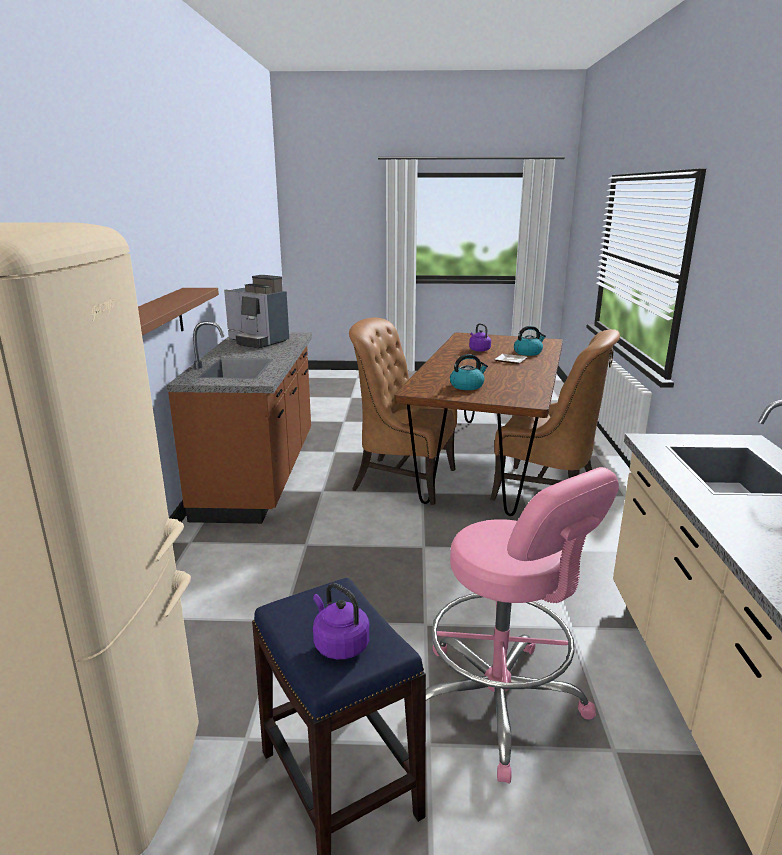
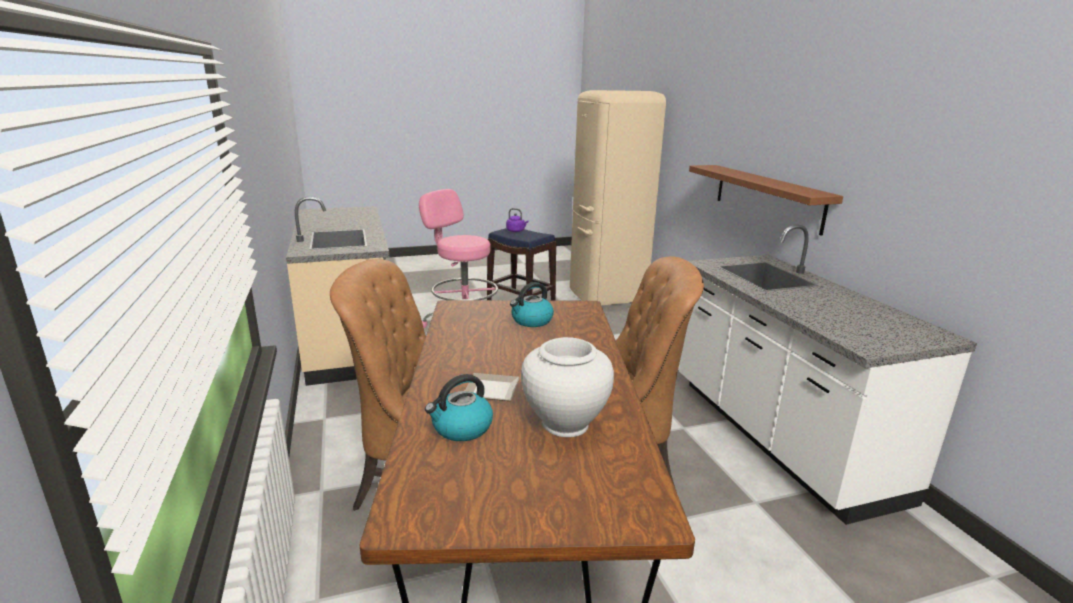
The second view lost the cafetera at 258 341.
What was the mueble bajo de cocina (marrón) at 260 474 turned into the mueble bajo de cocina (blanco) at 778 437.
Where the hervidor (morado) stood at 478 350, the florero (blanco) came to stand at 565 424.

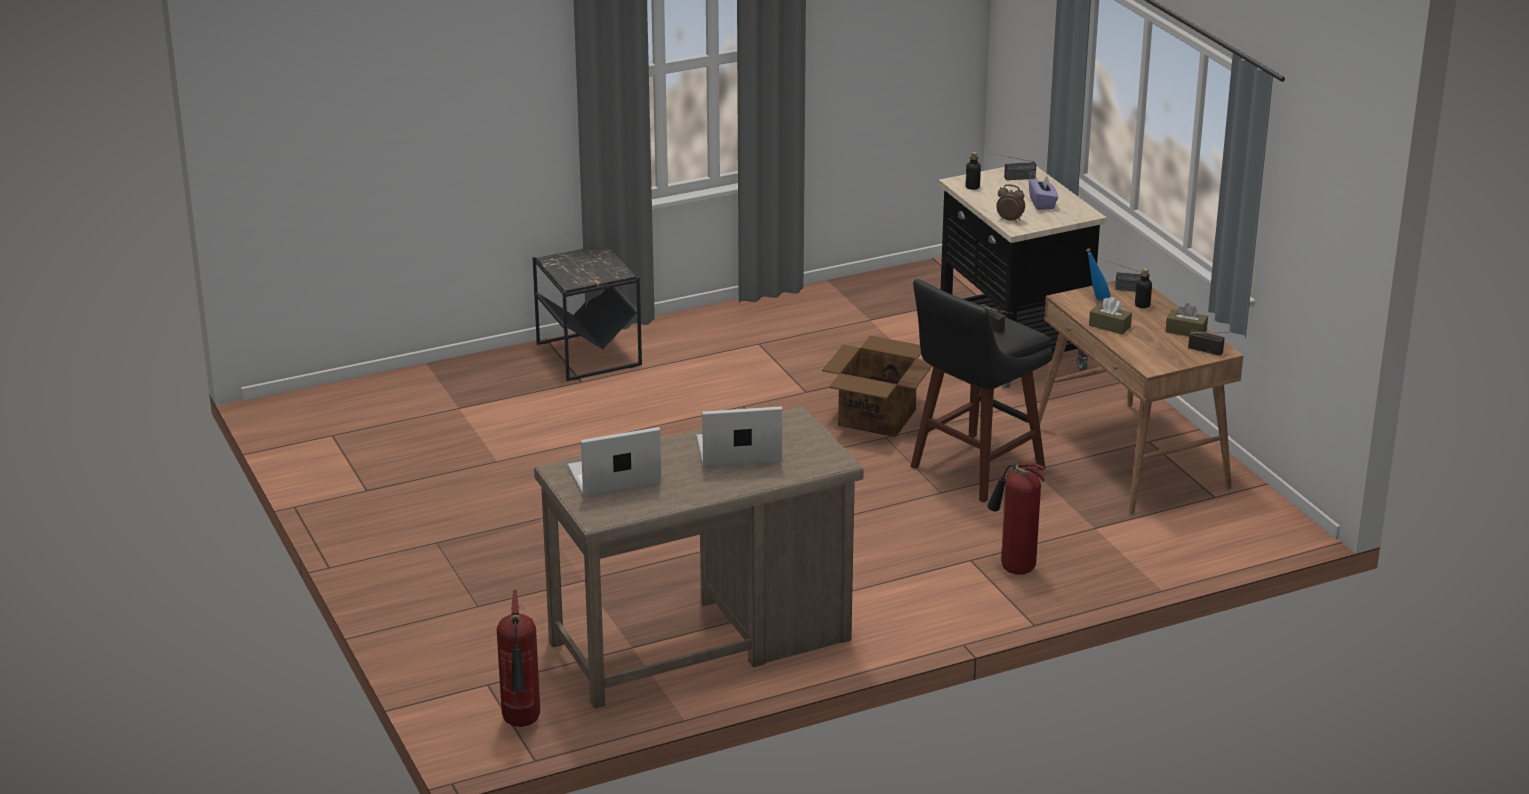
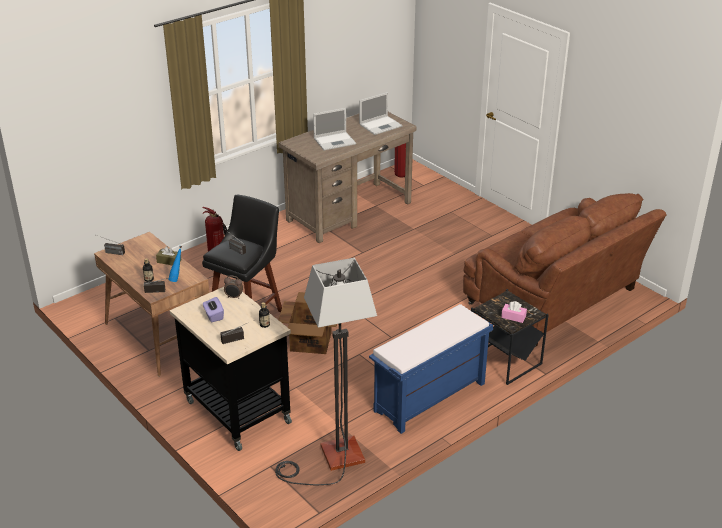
The second view lost the caja de pañuelos (marrón) at 1186 331.
The second view gained the sofá (marrón) at 556 300.
The second view gained the lámpara de pie at 331 460.
The second view gained the caja de pañuelos (rosa) at 513 317.
The second view gained the banco (azul) at 429 398.

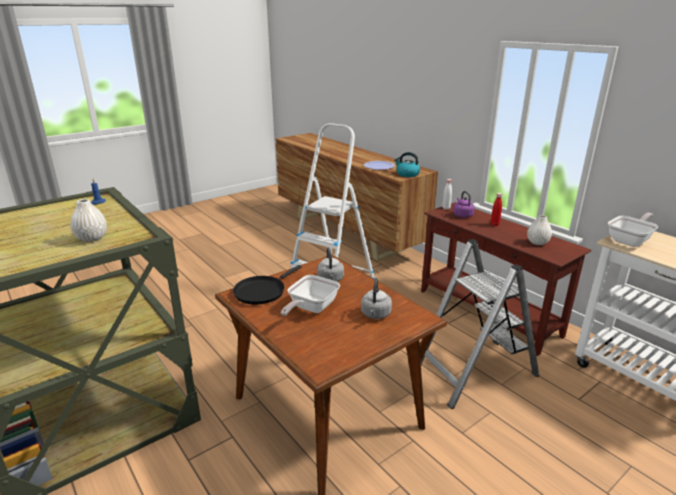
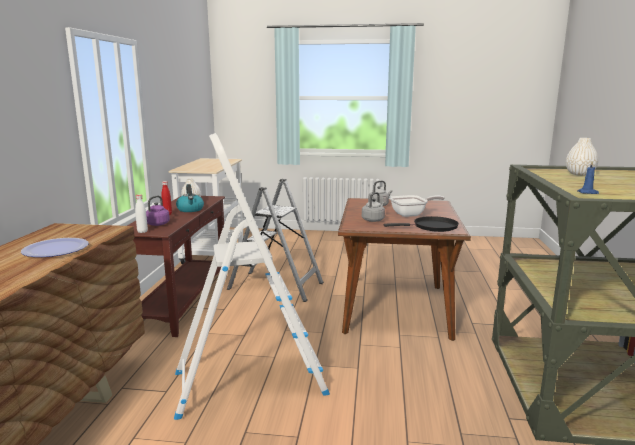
The hervidor ended up elsewhere, having gone from 407 174 to 190 209.
The second view lost the sartén at 630 241.

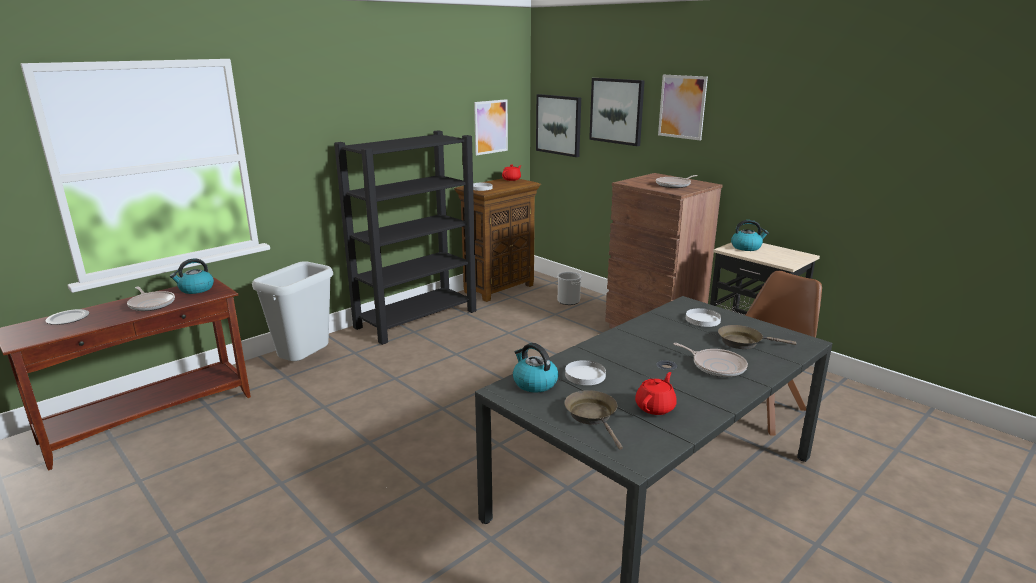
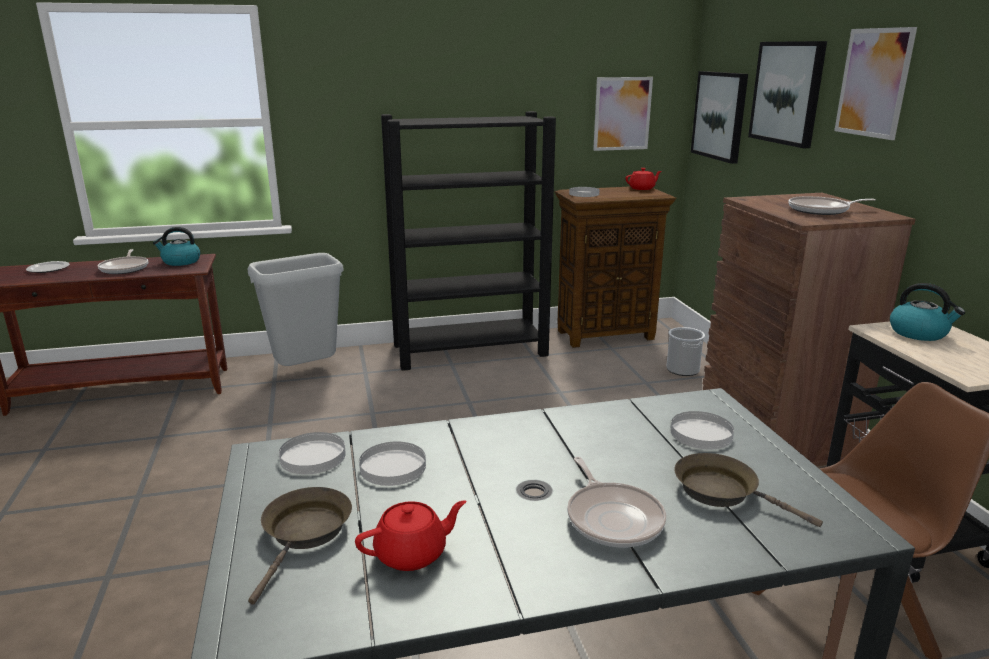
Where the hervidor stood at 534 383, the plato (blanco) came to stand at 312 457.

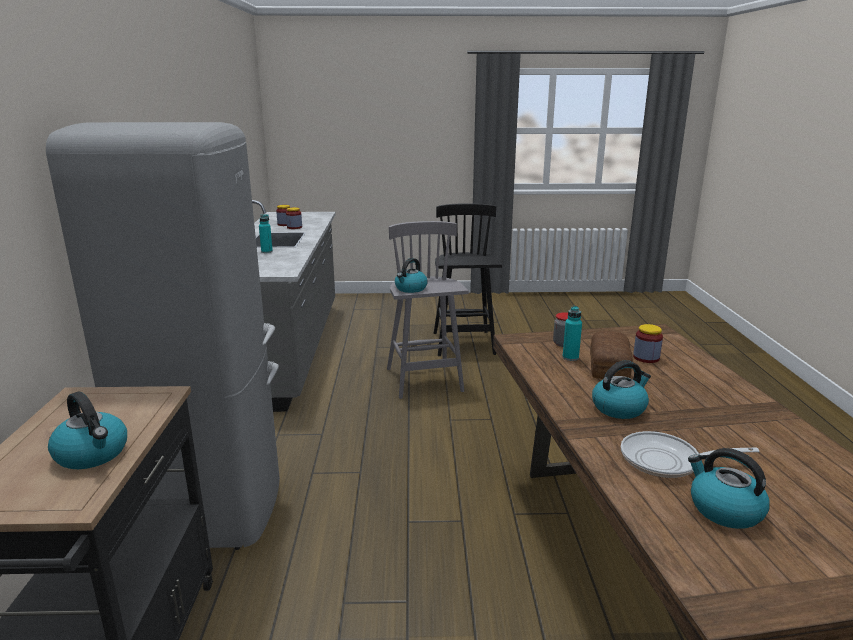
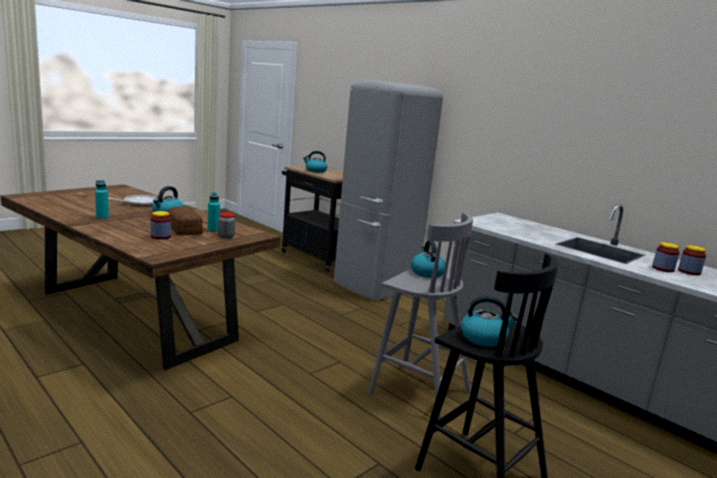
The botella (turquesa) ended up elsewhere, having gone from 267 251 to 102 218.
The hervidor ended up elsewhere, having gone from 724 509 to 483 338.

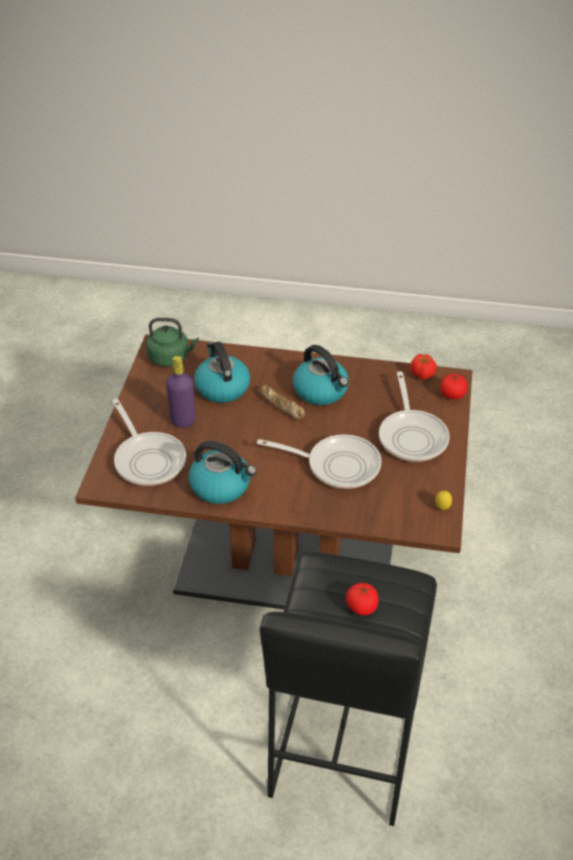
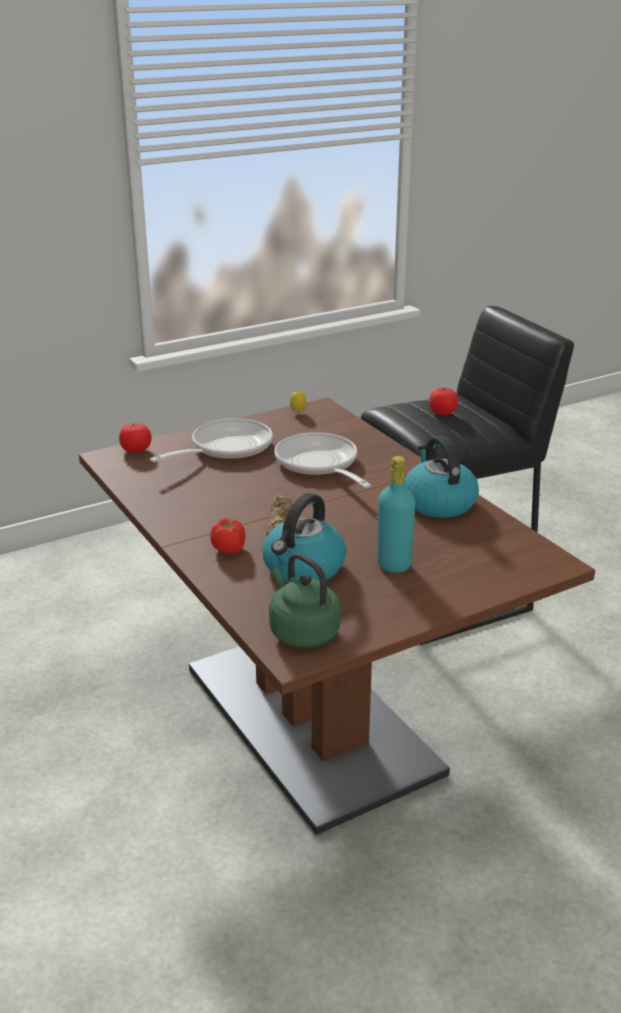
The second view lost the hervidor at 321 391.
The tomate ended up elsewhere, having gone from 422 375 to 229 549.
What was the botella (morado) at 183 421 turned into the botella (turquesa) at 393 565.
The second view lost the sartén at 148 459.

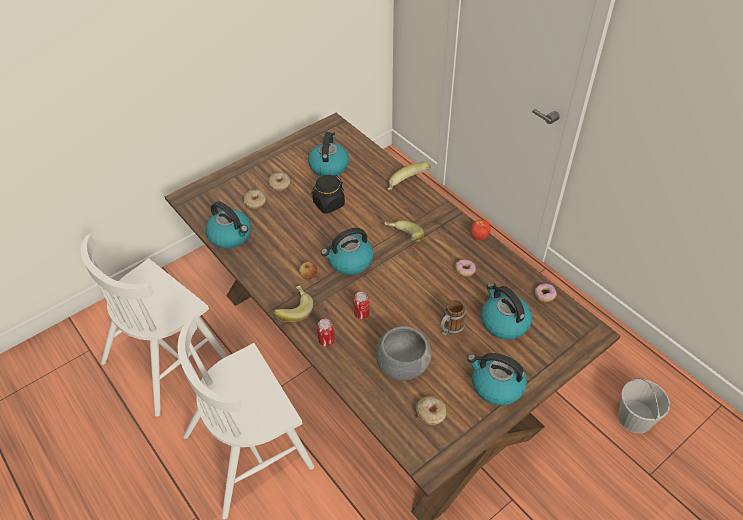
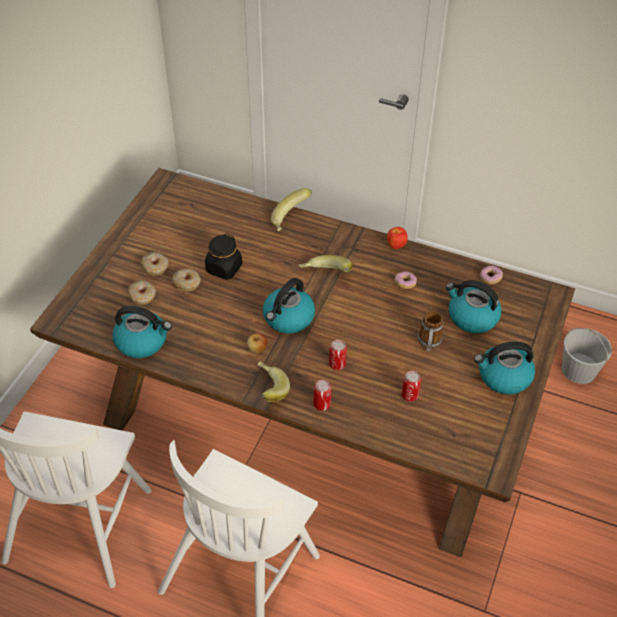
The second view lost the hervidor at 329 166.
Where the cuenco (gris) stood at 402 365, the lata came to stand at 410 395.
The rosquilla ended up elsewhere, having gone from 431 413 to 187 283.

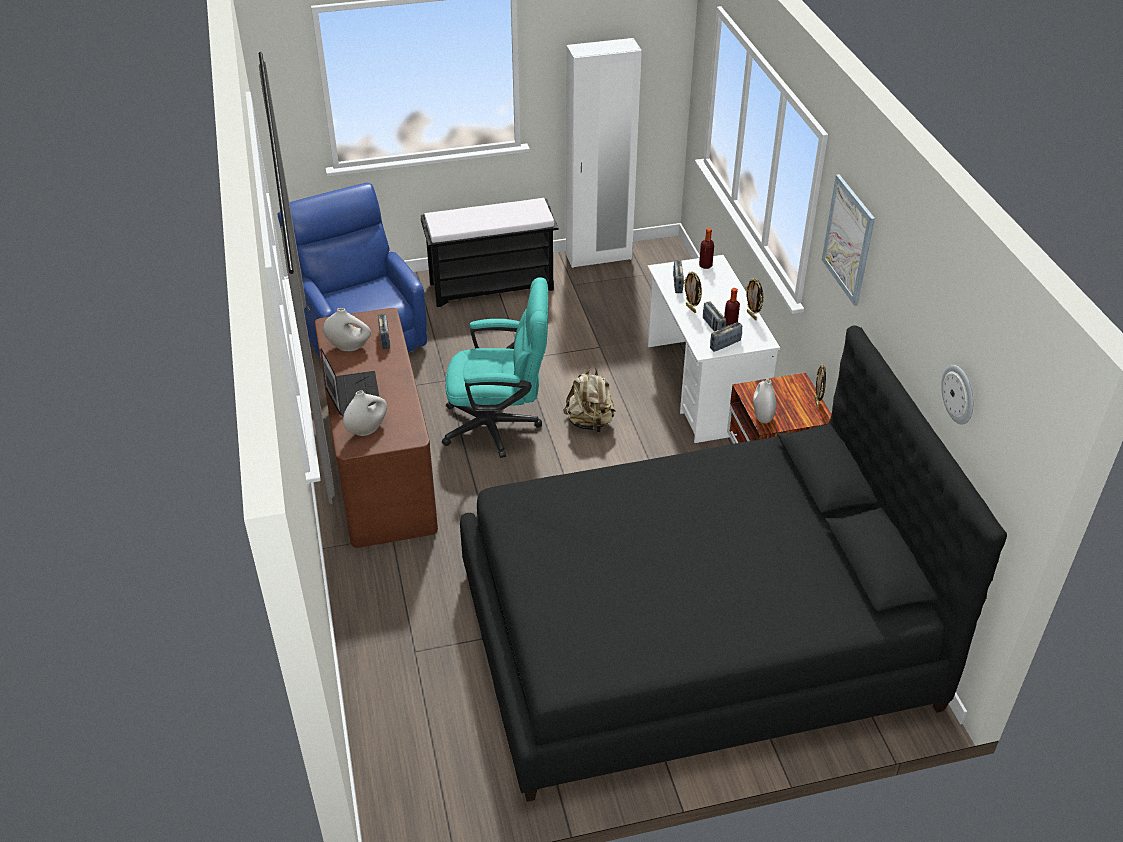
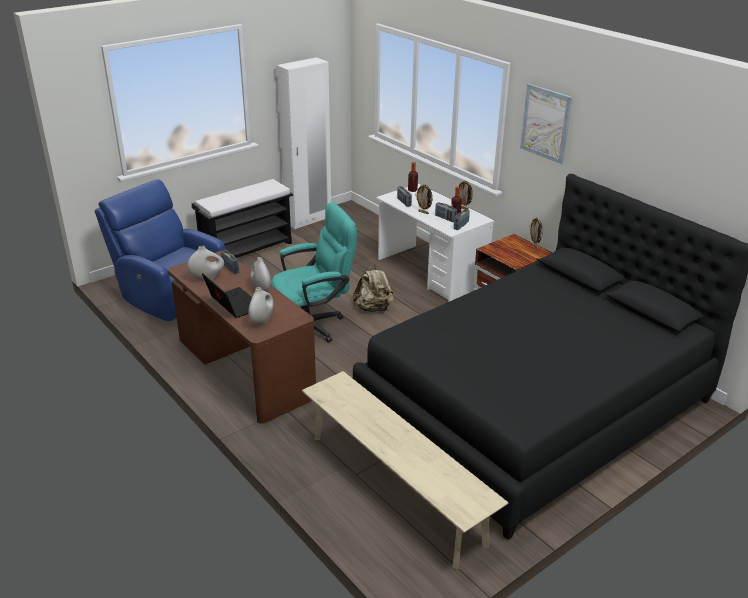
The second view lost the reloj de pared at 959 394.
The florero (blanco) ended up elsewhere, having gone from 762 416 to 261 290.
The second view gained the banco (beis) at 395 488.

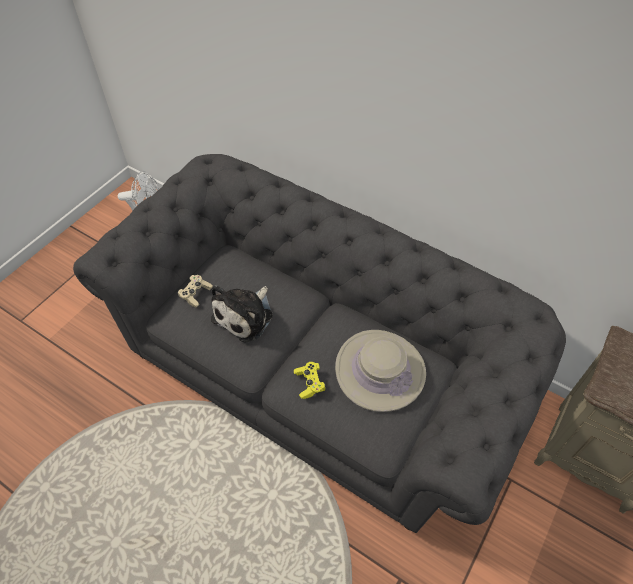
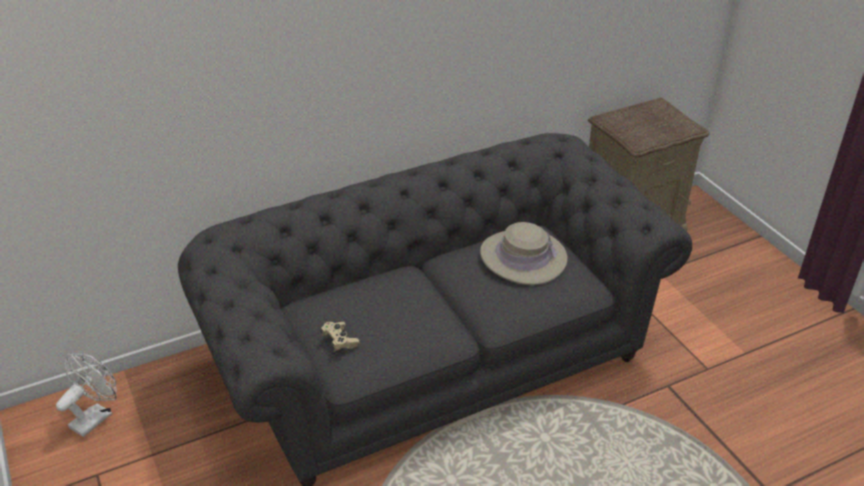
The second view lost the peluche at 245 315.
The second view lost the mando de consola (amarillo) at 309 383.

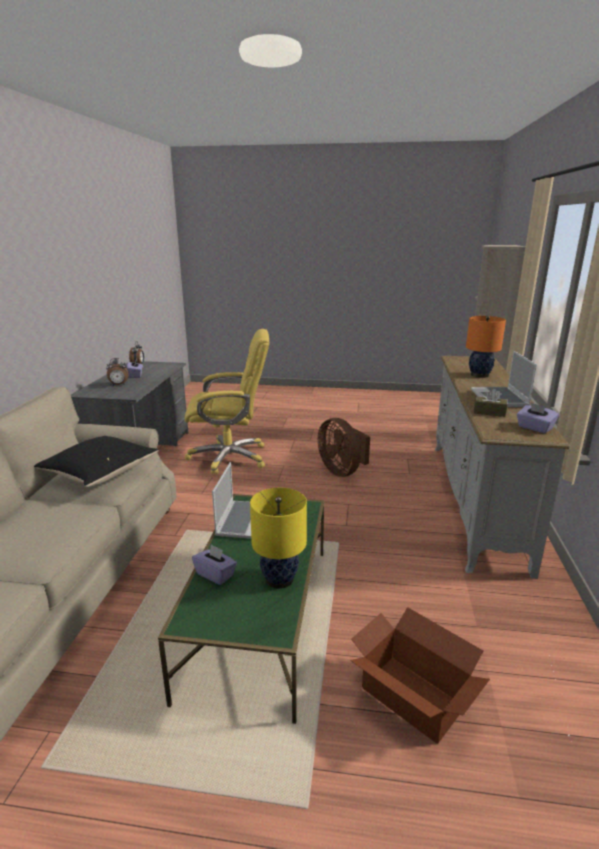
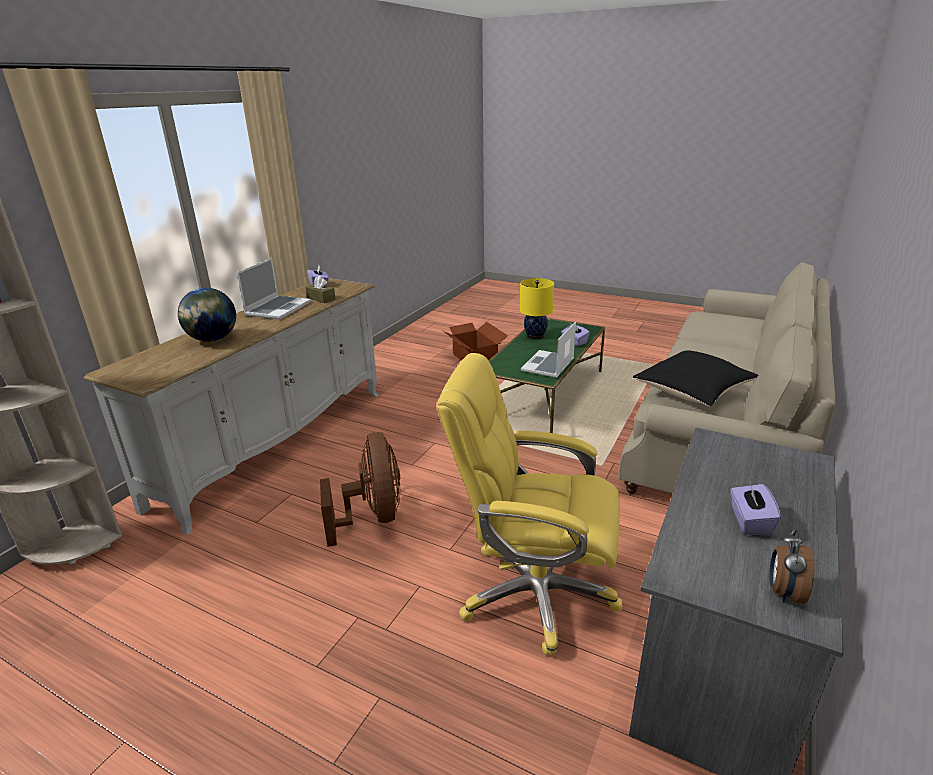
Where the lámpara de mesa (naranja) stood at 479 375, the globo terráqueo came to stand at 213 339.
The second view lost the despertador at 118 385.

